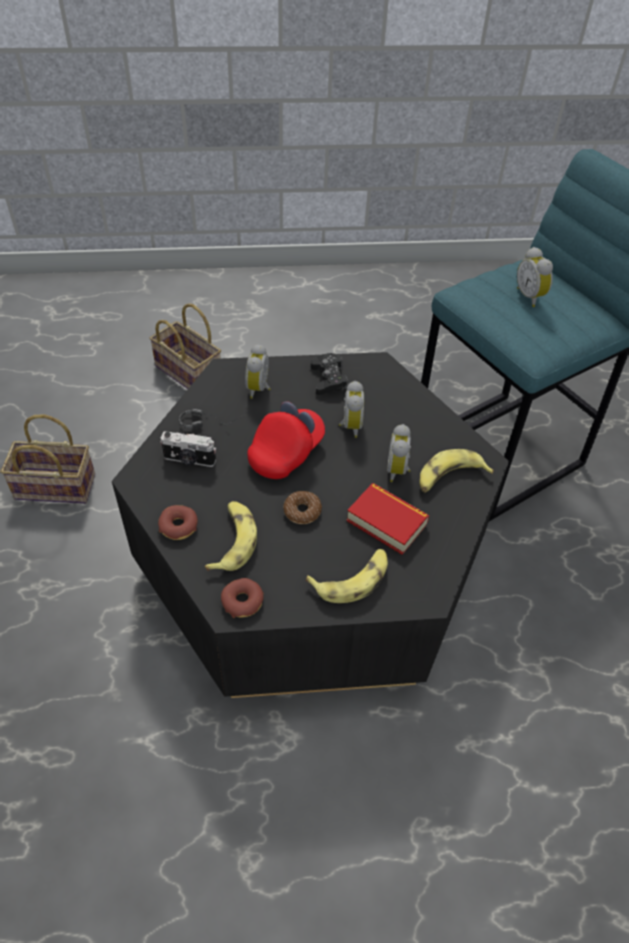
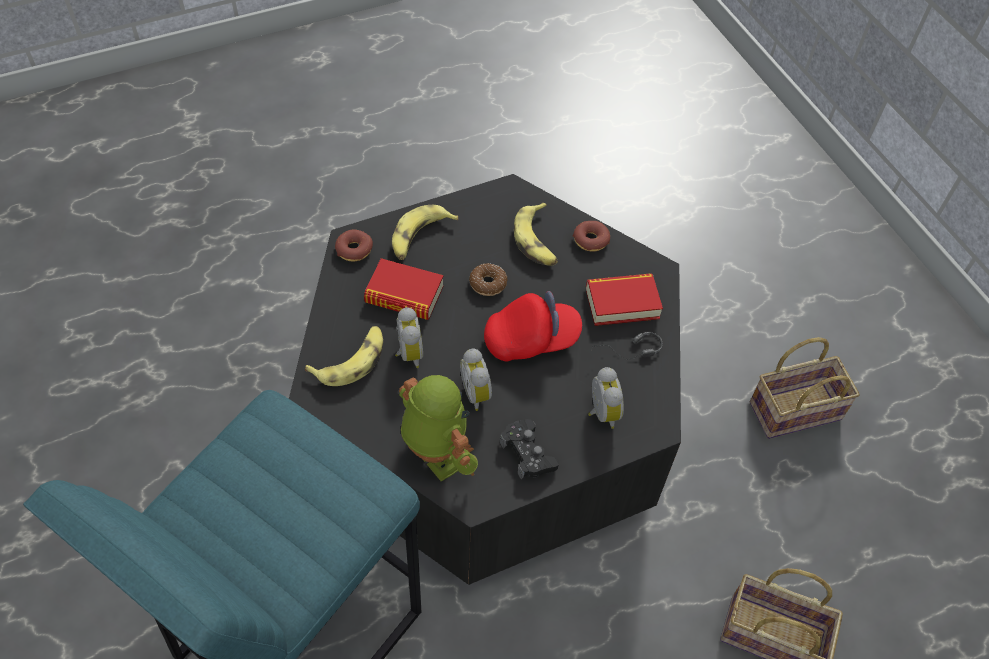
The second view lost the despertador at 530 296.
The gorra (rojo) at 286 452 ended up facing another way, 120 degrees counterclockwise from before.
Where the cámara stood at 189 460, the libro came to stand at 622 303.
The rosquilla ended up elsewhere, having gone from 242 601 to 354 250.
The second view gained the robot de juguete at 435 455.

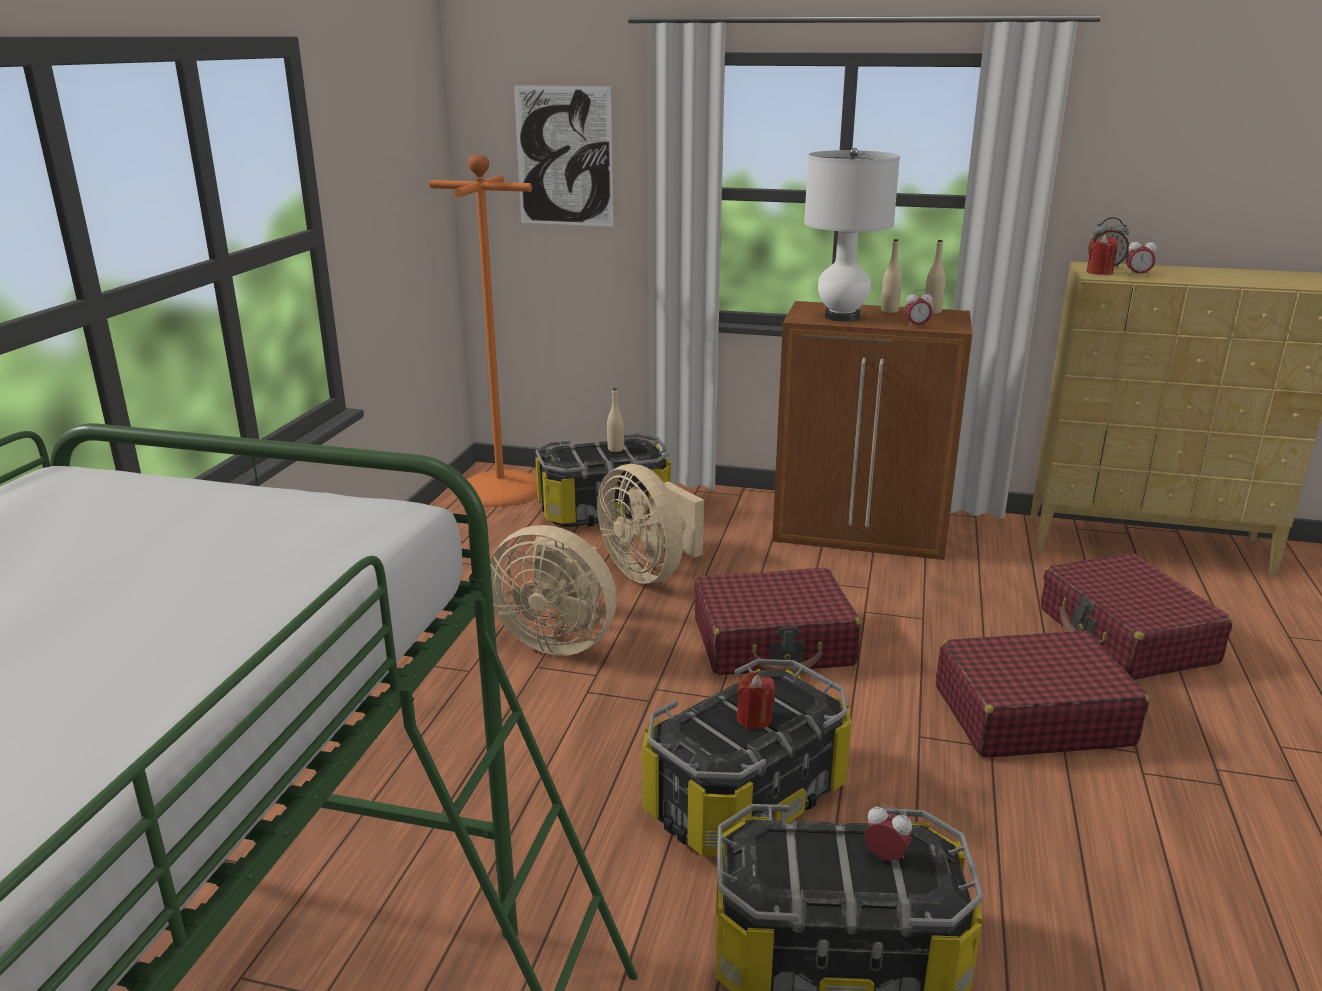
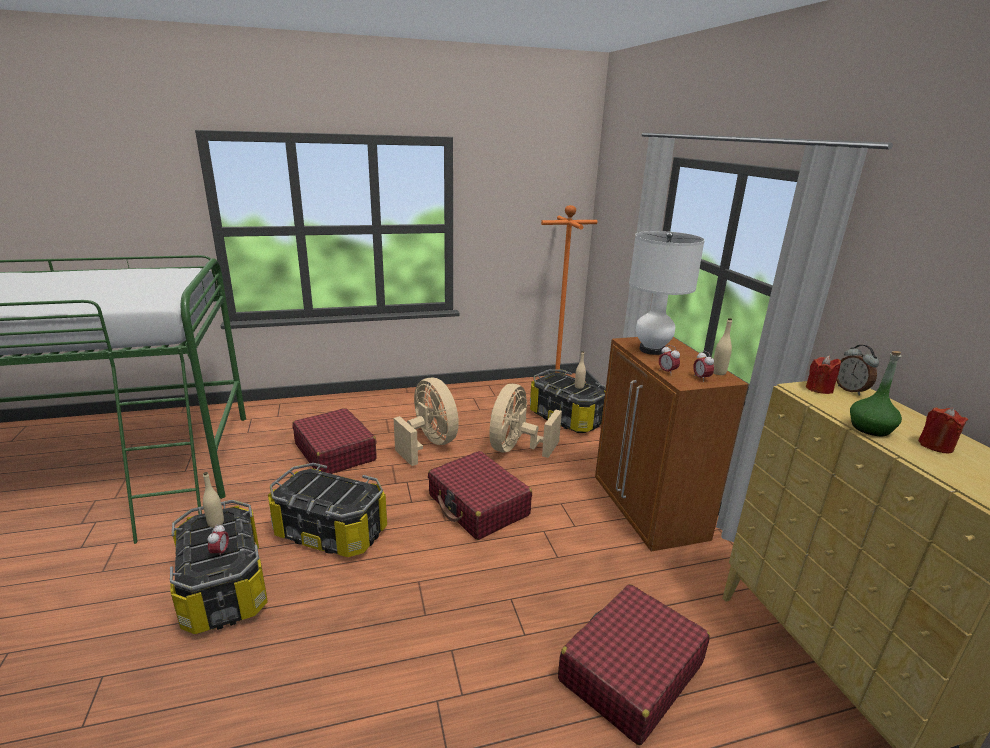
The second view lost the cuadro at 564 157.
The despertador ended up elsewhere, having gone from 1137 275 to 701 378.
The botella (beis) ended up elsewhere, having gone from 889 310 to 216 523.
The ventilador (beis) at 558 640 ended up facing another way, 150 degrees clockwise from before.
The maleta (rojo) ended up elsewhere, having gone from 1031 715 to 335 452.
The vela (rojo) ended up elsewhere, having gone from 754 719 to 935 445.
The second view gained the botella (verde) at 870 428.

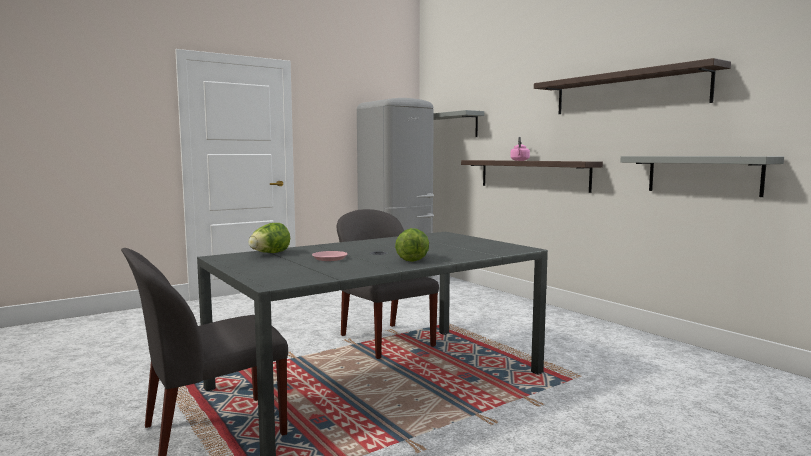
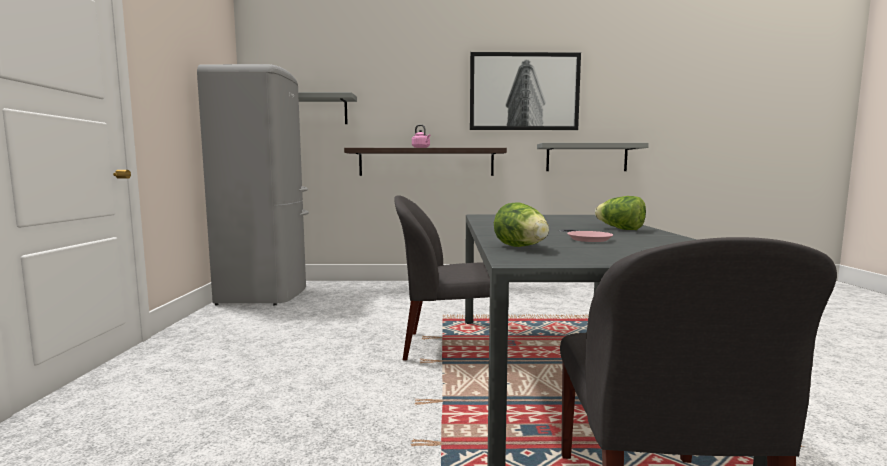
Where the estante hung at 627 92, the cuadro came to hang at 524 92.

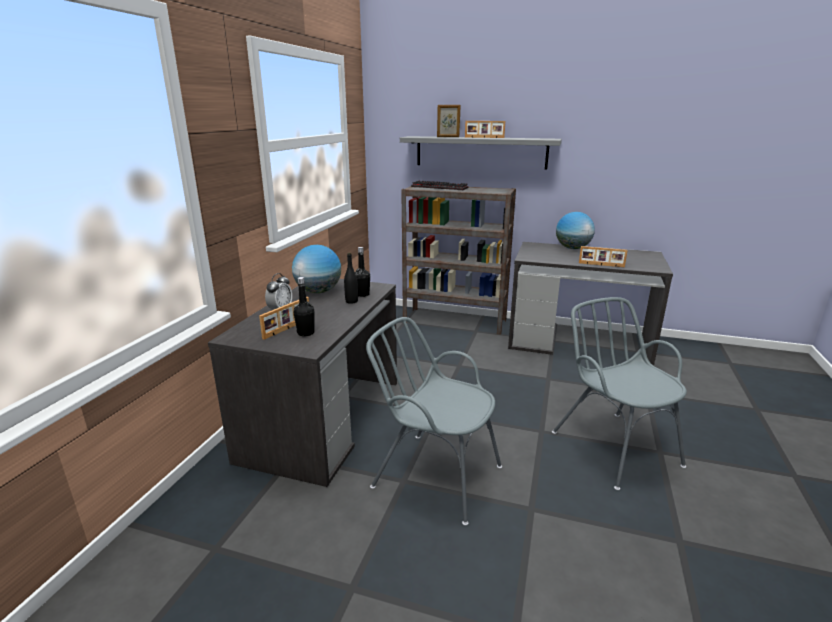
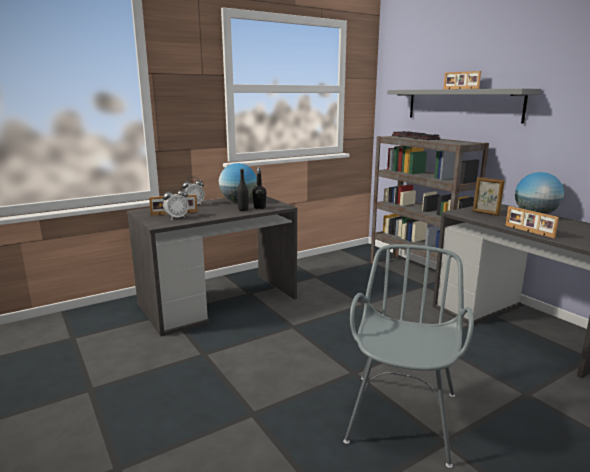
The portarretratos ended up elsewhere, having gone from 448 137 to 485 213.
Where the botella (negro) stood at 306 333, the despertador came to stand at 176 218.
The second view lost the silla (gris) at 433 473.

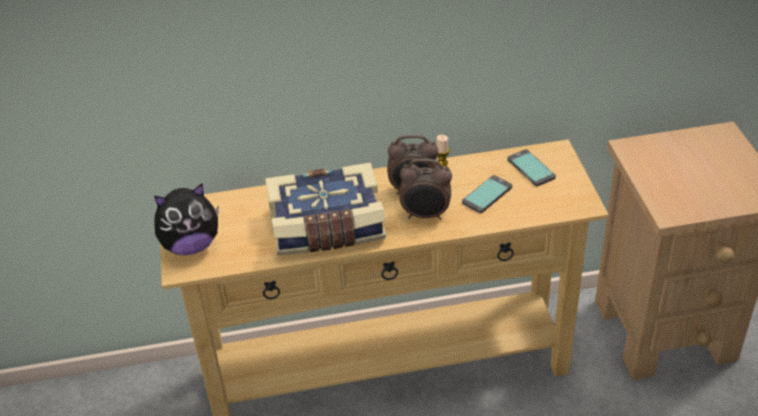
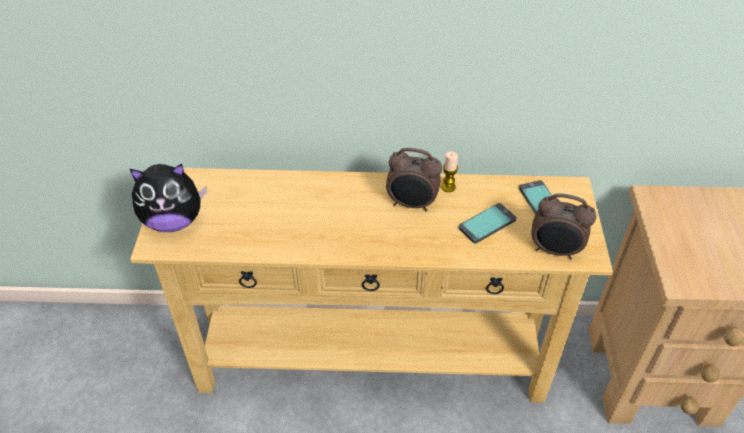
The despertador ended up elsewhere, having gone from 425 215 to 555 251.
The second view lost the libro at 327 227.

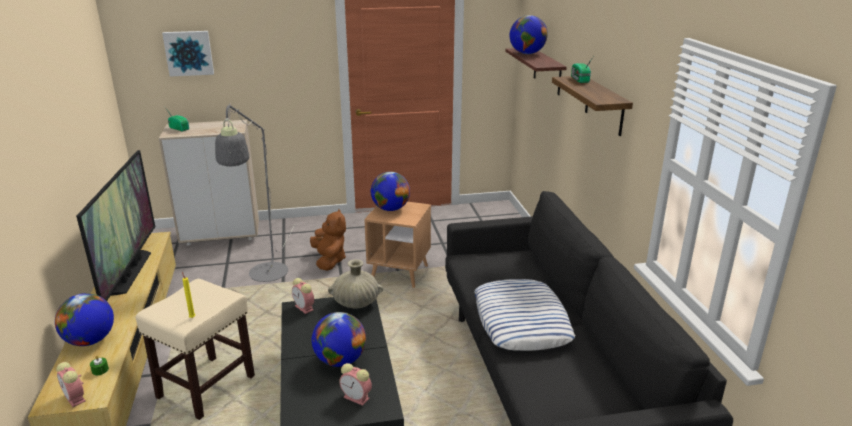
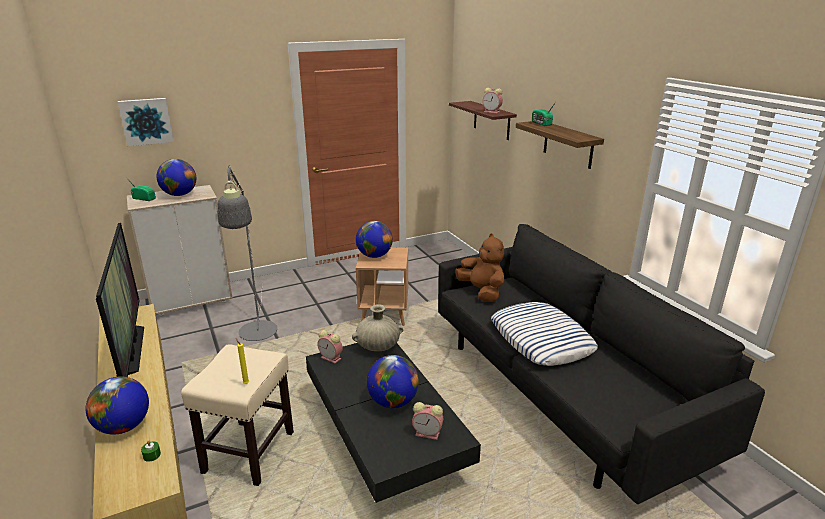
The globo terráqueo ended up elsewhere, having gone from 527 53 to 180 195.
The peluche (marrón) ended up elsewhere, having gone from 329 260 to 482 292.
The despertador ended up elsewhere, having gone from 75 398 to 492 112.

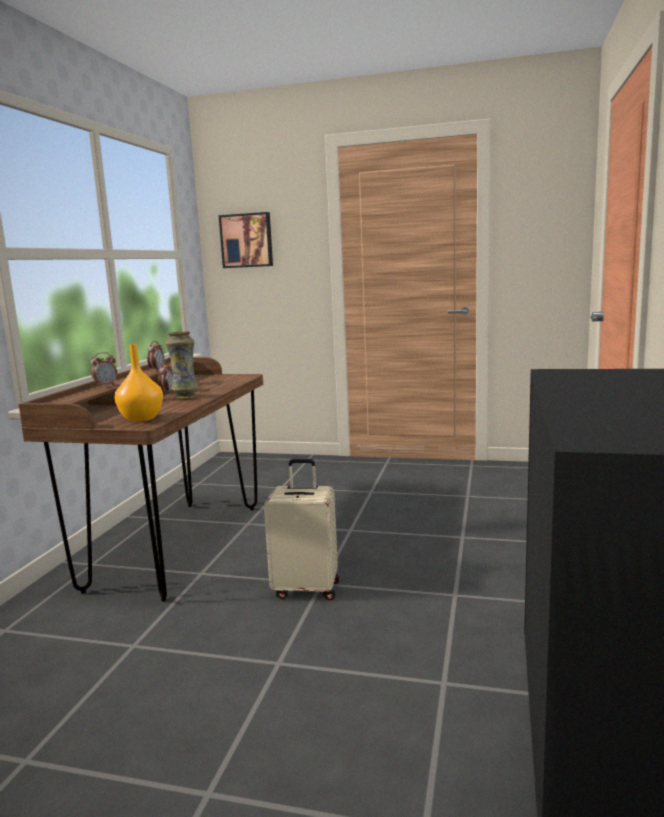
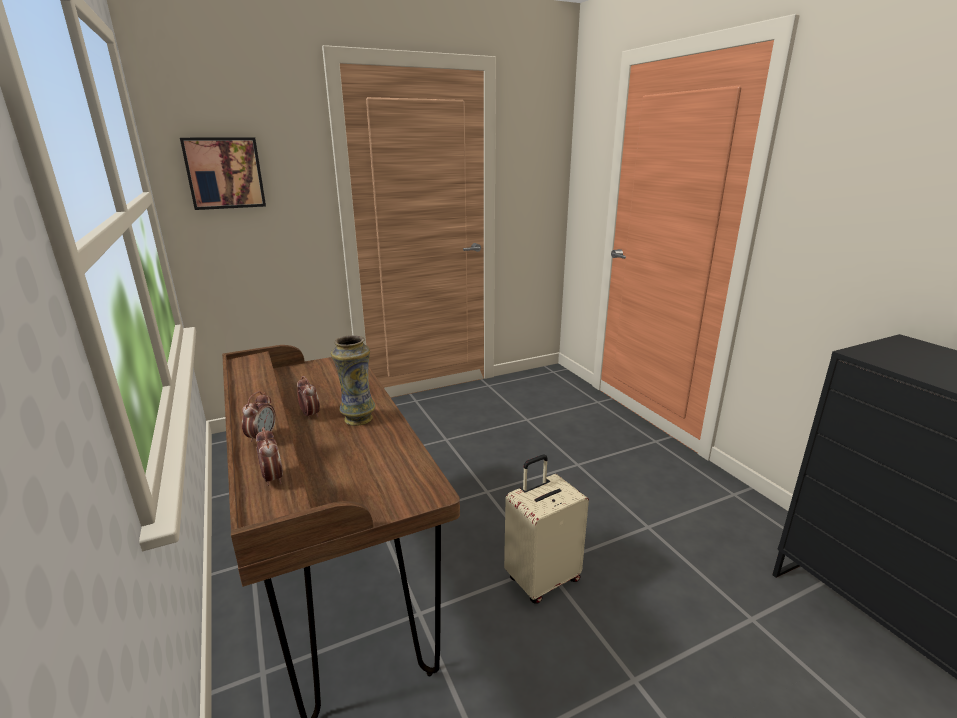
The despertador ended up elsewhere, having gone from 157 370 to 272 479.
The second view lost the florero (naranja) at 140 419.

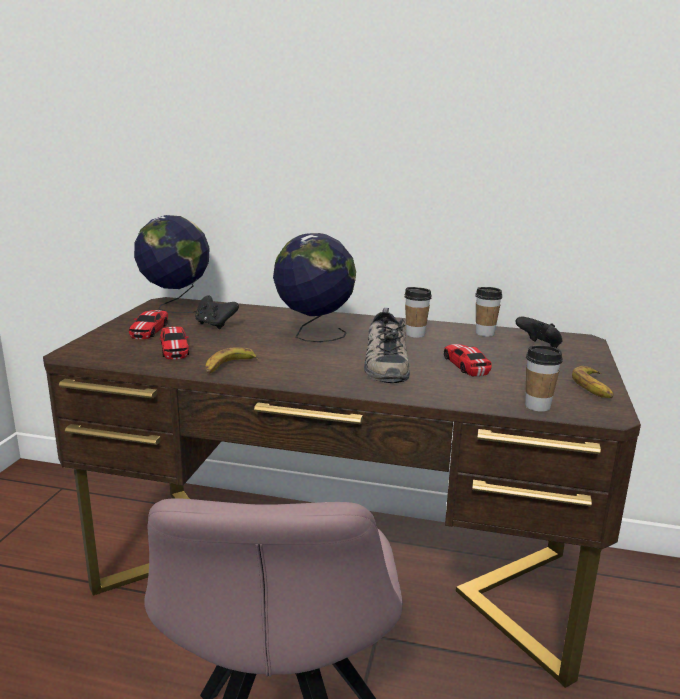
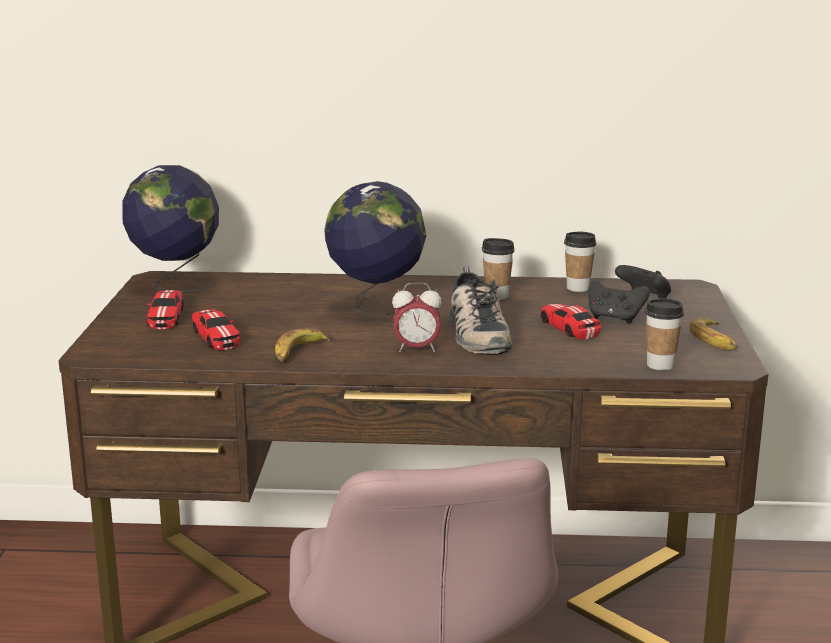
The mando de consola (negro) ended up elsewhere, having gone from 215 325 to 614 318.
The second view gained the despertador at 416 349.

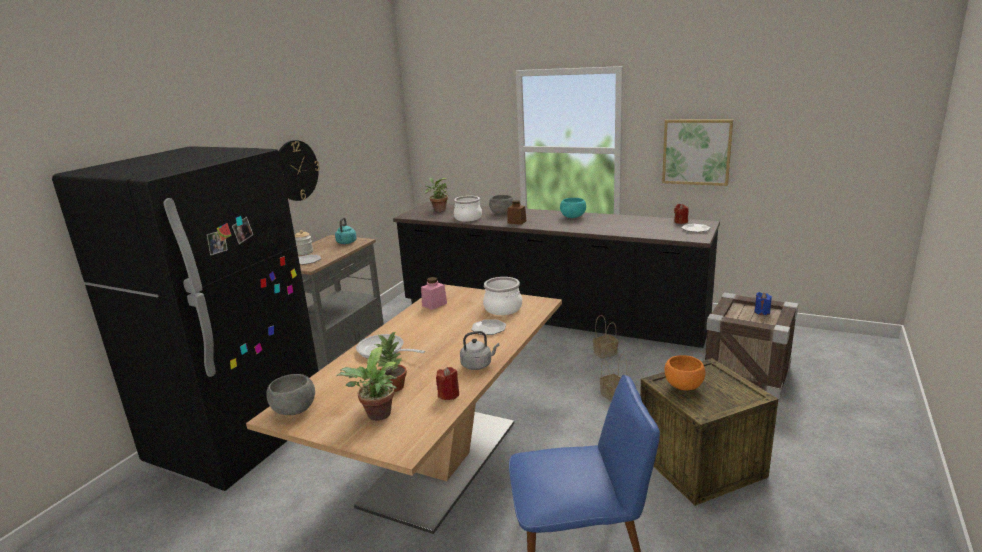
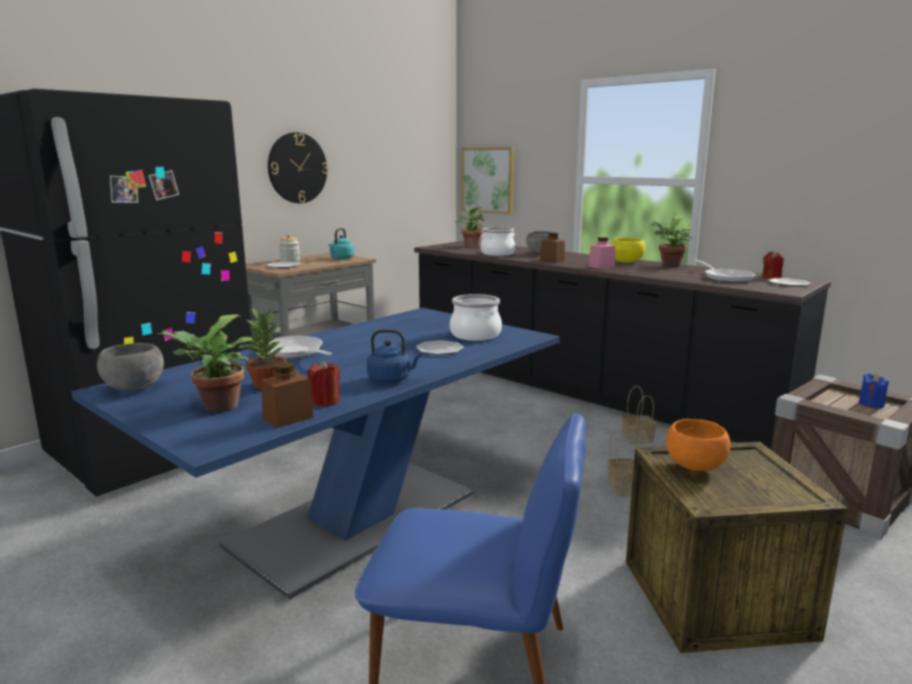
The cuadro ended up elsewhere, having gone from 696 152 to 488 180.
What was the cuenco (turquesa) at 573 217 turned into the cuenco (amarillo) at 626 262.
The tarro (rosa) ended up elsewhere, having gone from 434 304 to 601 266.
What was the mesa de comedor (beis) at 441 463 turned into the mesa de comedor (azul) at 355 520.
What was the hervidor (gris) at 478 365 turned into the hervidor (azul) at 391 380.
The second view gained the planta en maceta at 669 266.
The second view gained the sartén at 726 277.
The second view gained the tarro (marrón) at 288 418.

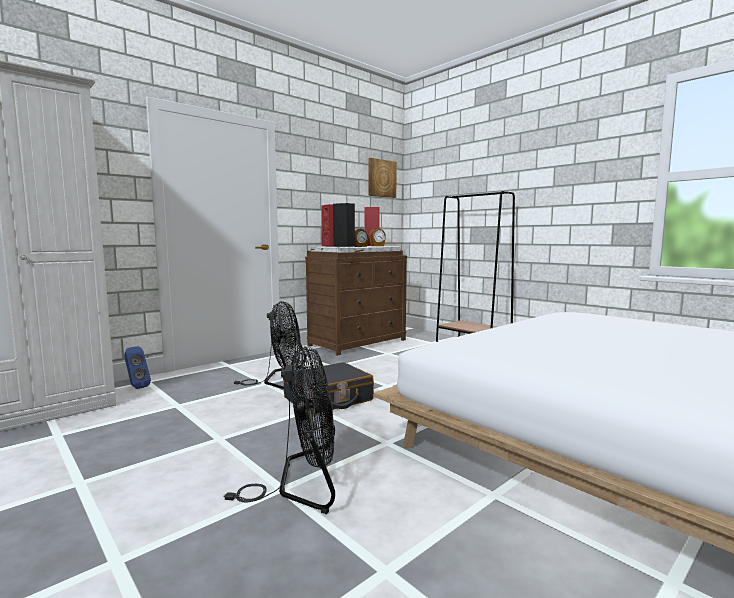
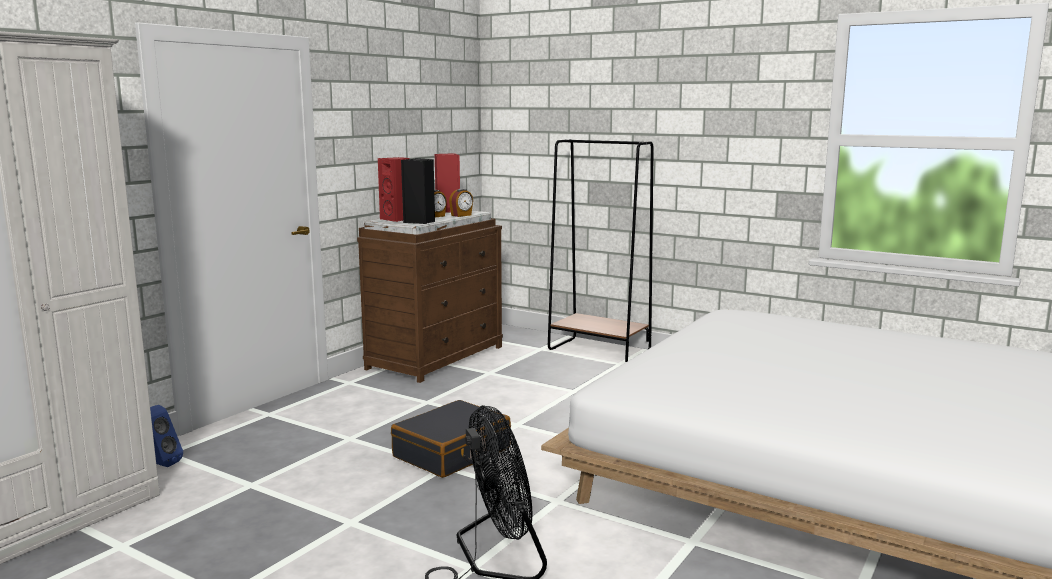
The second view lost the cuadro at 381 178.
The second view lost the ventilador (negro) at 279 379.

